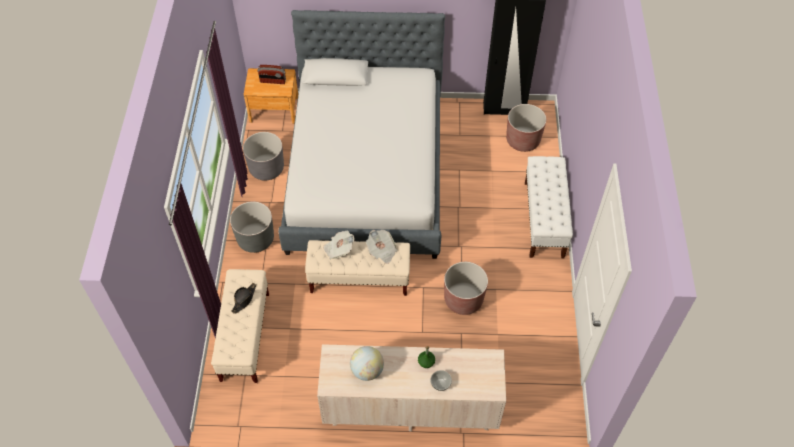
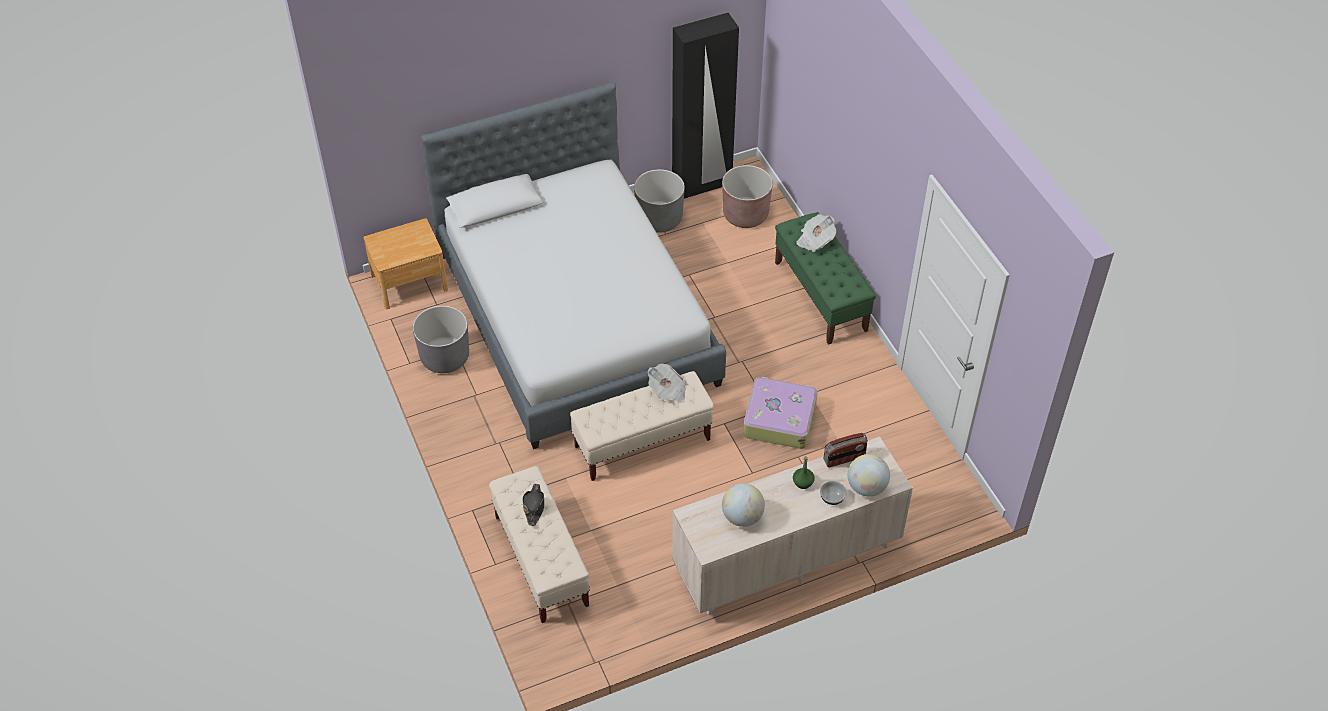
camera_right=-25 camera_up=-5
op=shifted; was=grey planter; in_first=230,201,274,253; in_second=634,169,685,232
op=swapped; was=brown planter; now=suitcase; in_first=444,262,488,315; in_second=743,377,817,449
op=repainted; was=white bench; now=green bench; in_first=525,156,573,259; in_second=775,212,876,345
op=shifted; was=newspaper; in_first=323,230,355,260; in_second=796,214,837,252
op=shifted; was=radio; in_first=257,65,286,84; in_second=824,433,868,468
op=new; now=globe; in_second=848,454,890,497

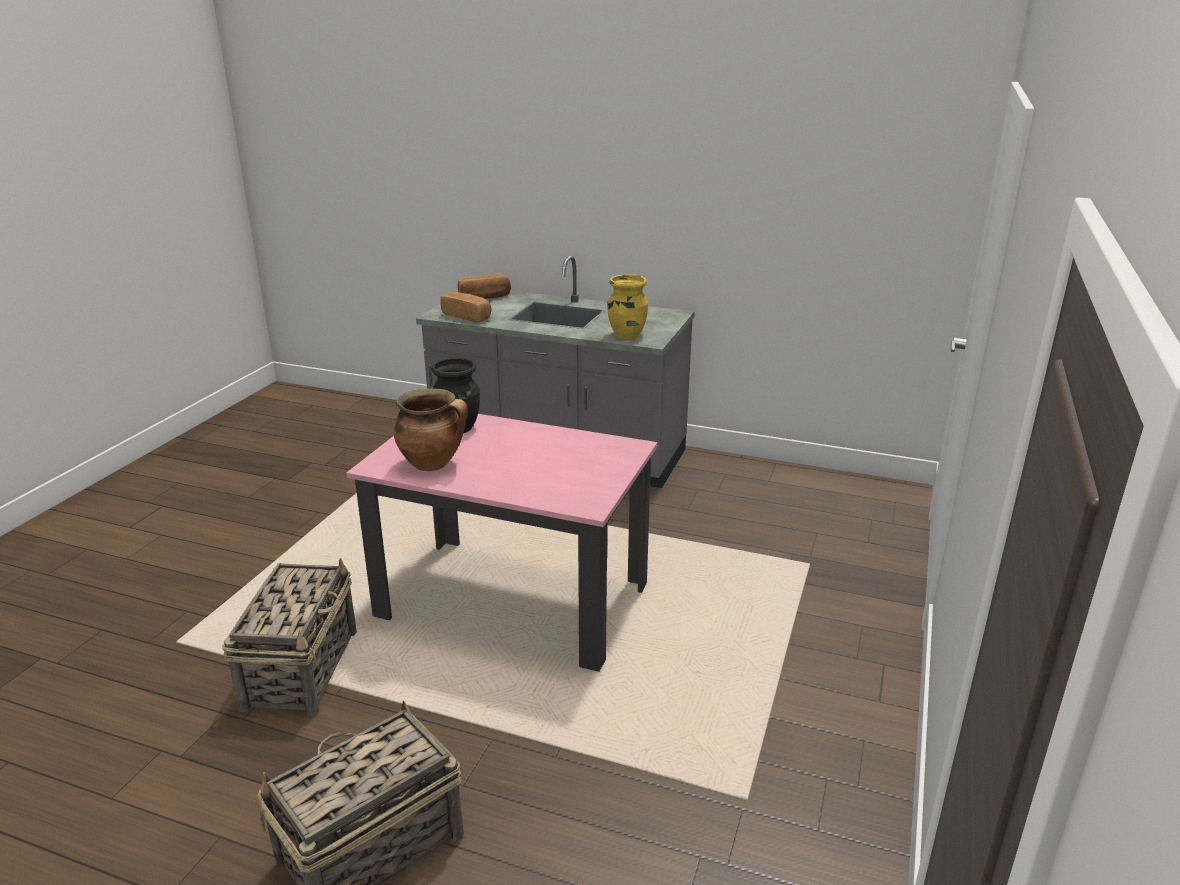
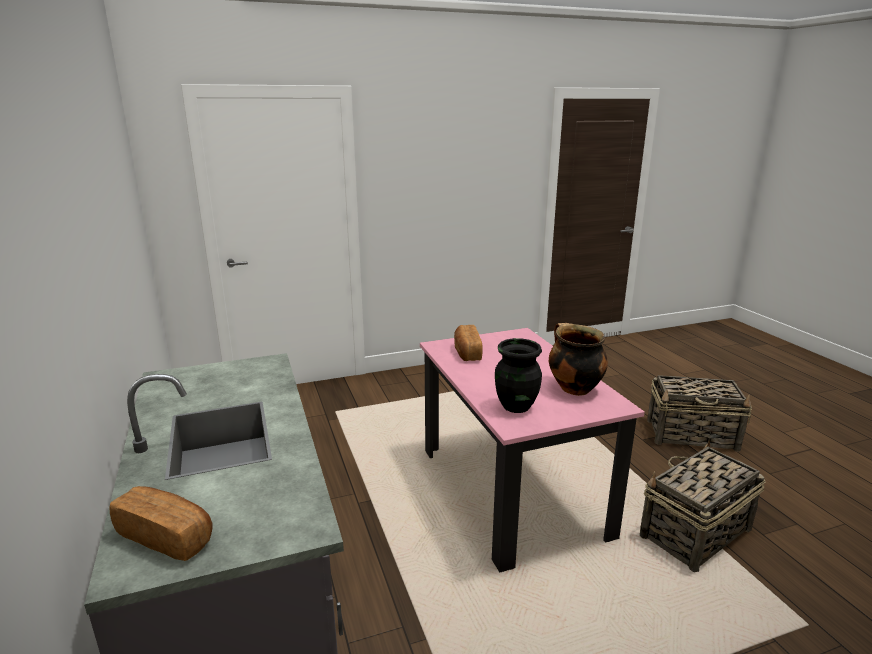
camera_right=-130 camera_up=-5
op=shifted; was=bread; in_first=440,291,491,323; in_second=454,325,483,361
op=gone; was=yellow vase; in_first=607,274,648,339

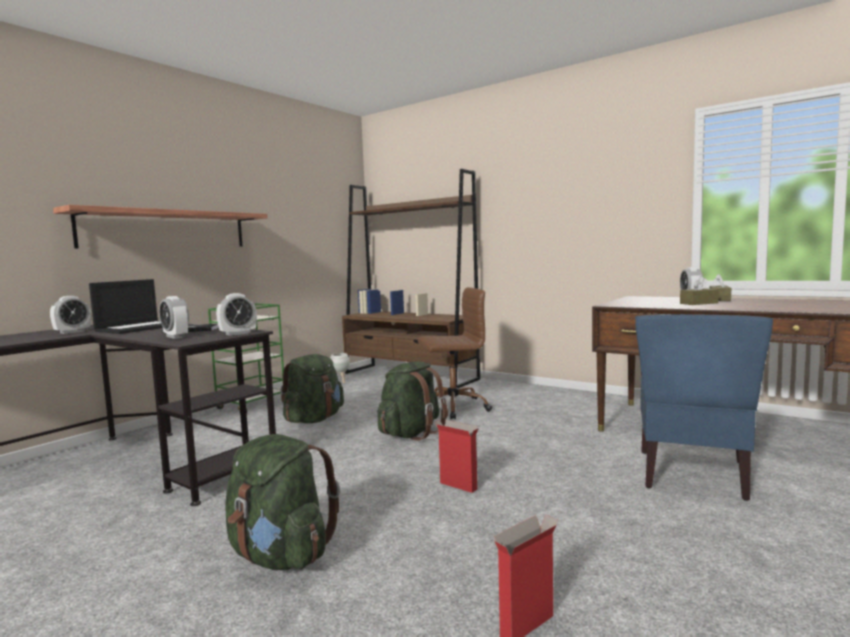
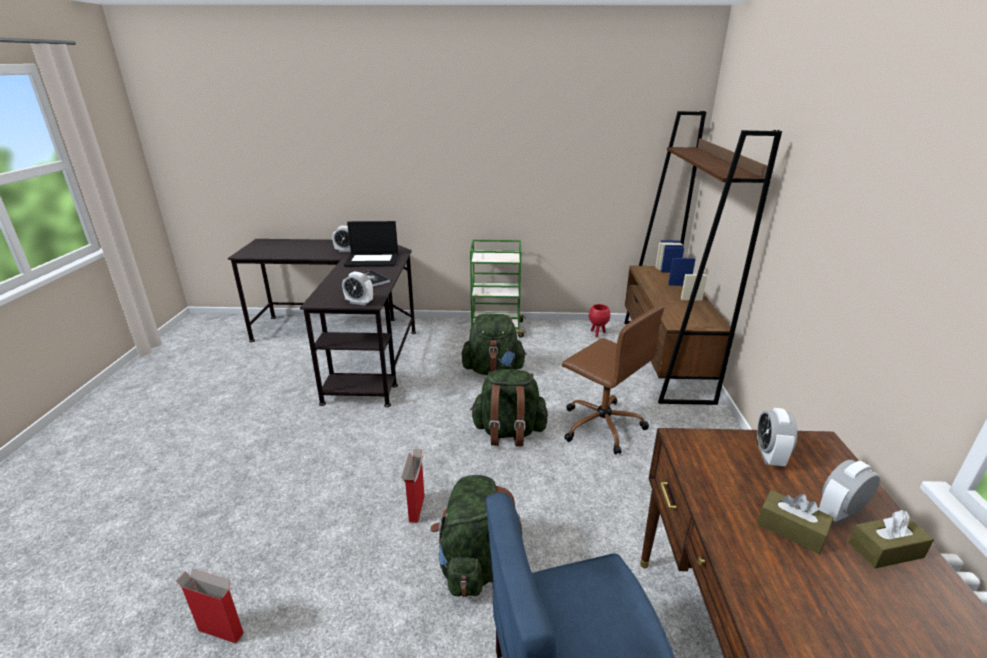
camera_right=55 camera_up=20
op=shifted; was=green backpack; in_first=225,434,340,570; in_second=430,475,522,597
op=repainted; was=white planter; now=red planter; in_first=330,353,350,383; in_second=589,304,610,337
op=shifted; was=alarm clock; in_first=159,296,189,339; in_second=757,408,797,466
op=gone; was=shelf; in_first=53,205,268,249

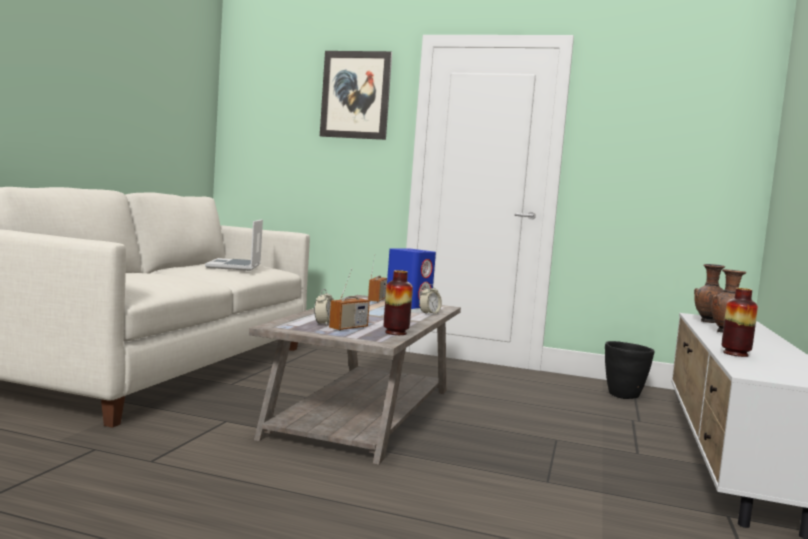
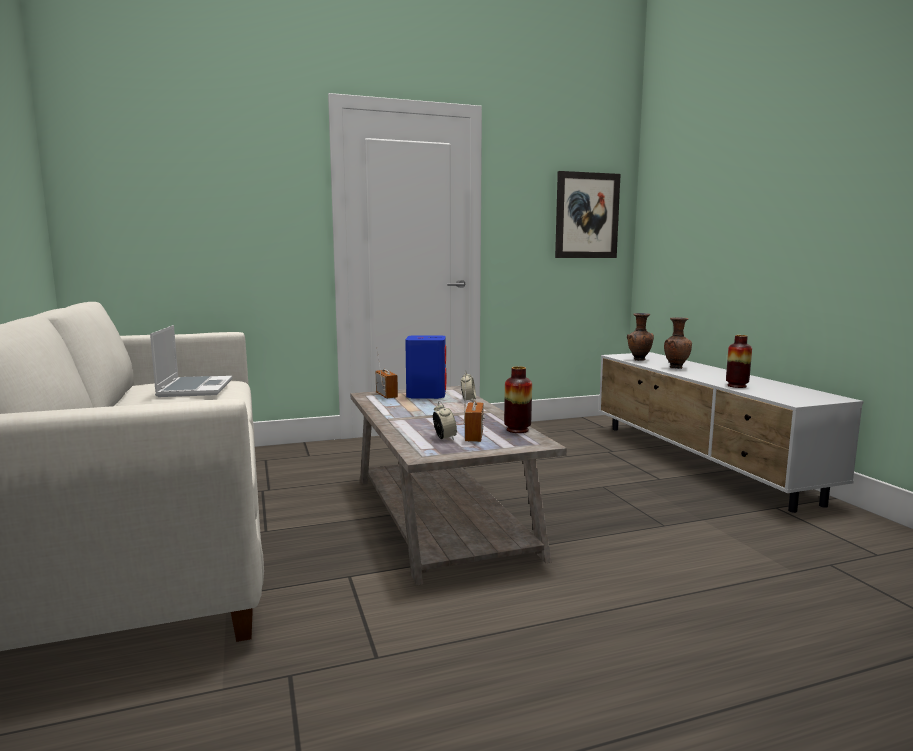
camera_right=-35 camera_up=5
op=rotated; was=laptop; in_first=205,219,263,271; in_second=150,325,232,397; clockwise=-150
op=shifted; was=picture; in_first=320,51,392,140; in_second=555,171,621,258
op=gone; was=black planter; in_first=605,341,655,399

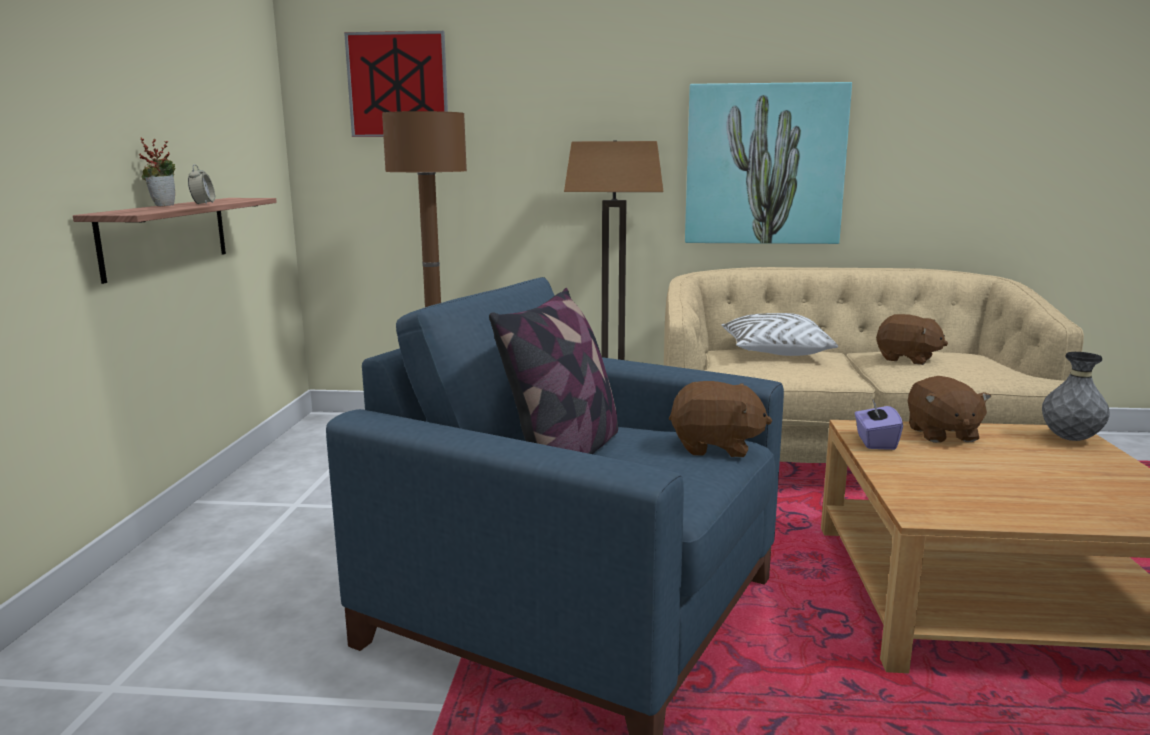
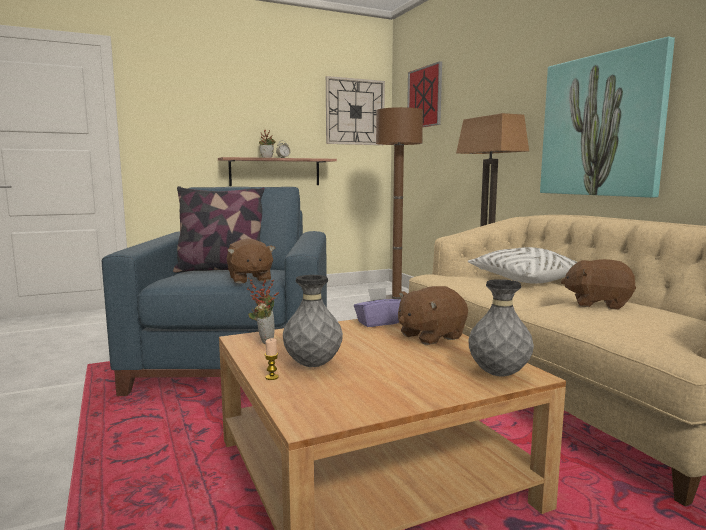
camera_right=60 camera_up=-5
op=new; now=potted plant; in_second=247,278,279,344
op=new; now=candle; in_second=265,338,279,380
op=new; now=grey vase; in_second=283,275,343,367
op=new; now=wall clock; in_second=326,76,385,145
op=rotated; was=brown plush toy; in_first=876,314,948,365; in_second=561,259,636,310; clockwise=105

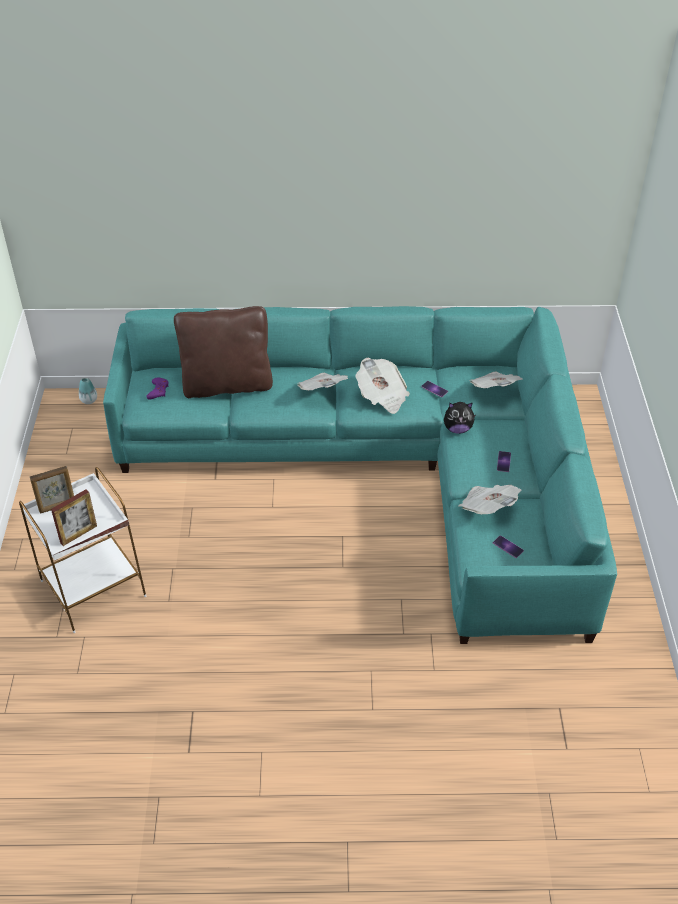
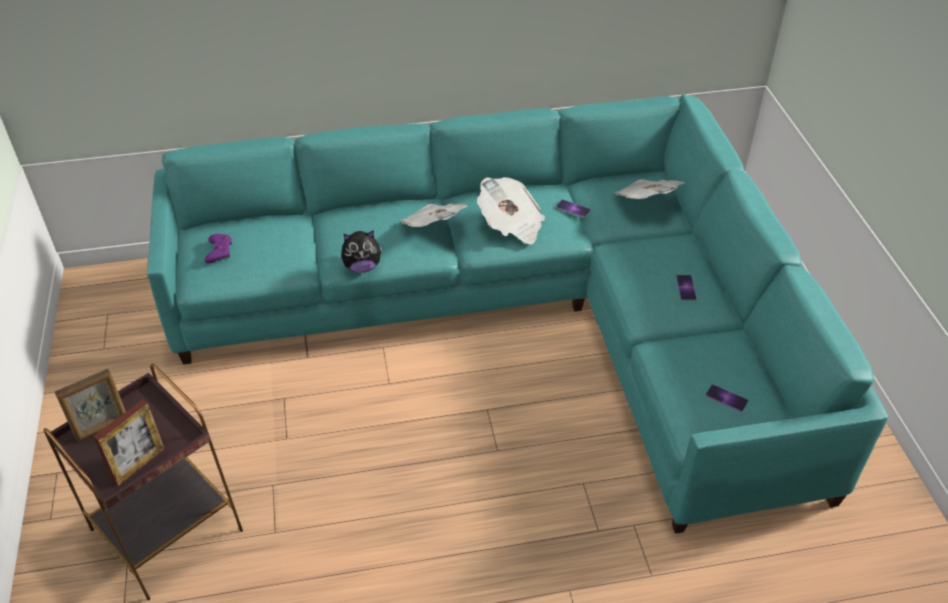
camera_right=-10 camera_up=0
op=repainted; was=white side table; now=brown side table; in_first=19,467,147,633; in_second=44,364,243,600
op=shifted; was=plush toy; in_first=444,402,476,434; in_second=341,230,383,273
op=gone; was=vase; in_first=79,378,97,404
op=gone; was=brown pillow; in_first=174,306,273,398
op=gone; was=newspaper; in_first=459,485,522,514

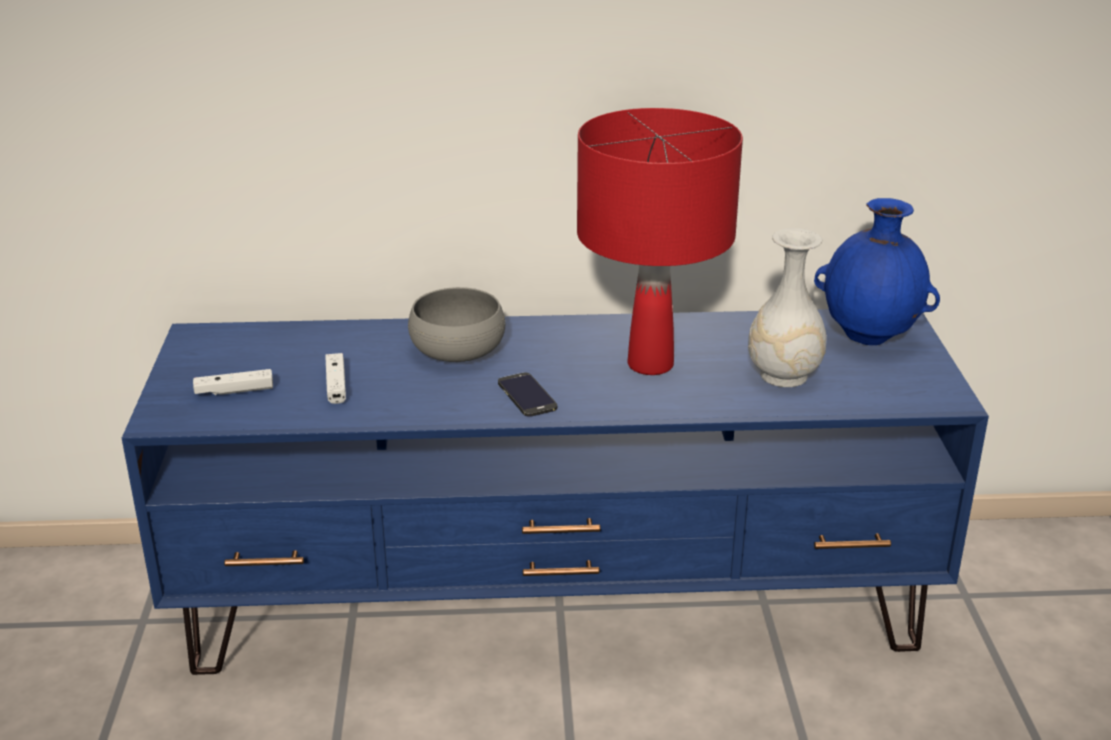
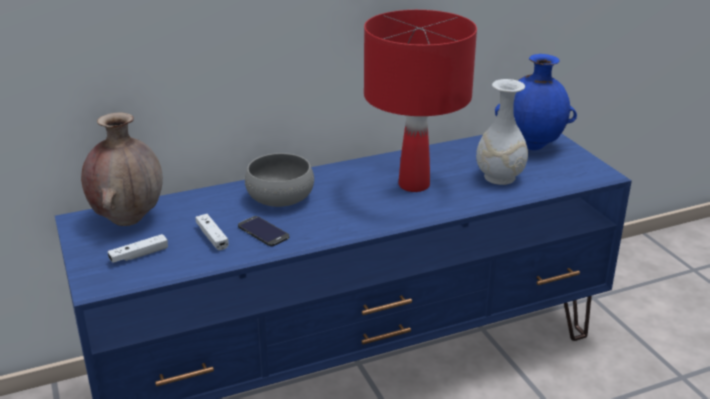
camera_right=-20 camera_up=0
op=new; now=brown vase; in_second=81,113,163,226
op=shifted; was=phone; in_first=498,373,557,417; in_second=238,216,289,246

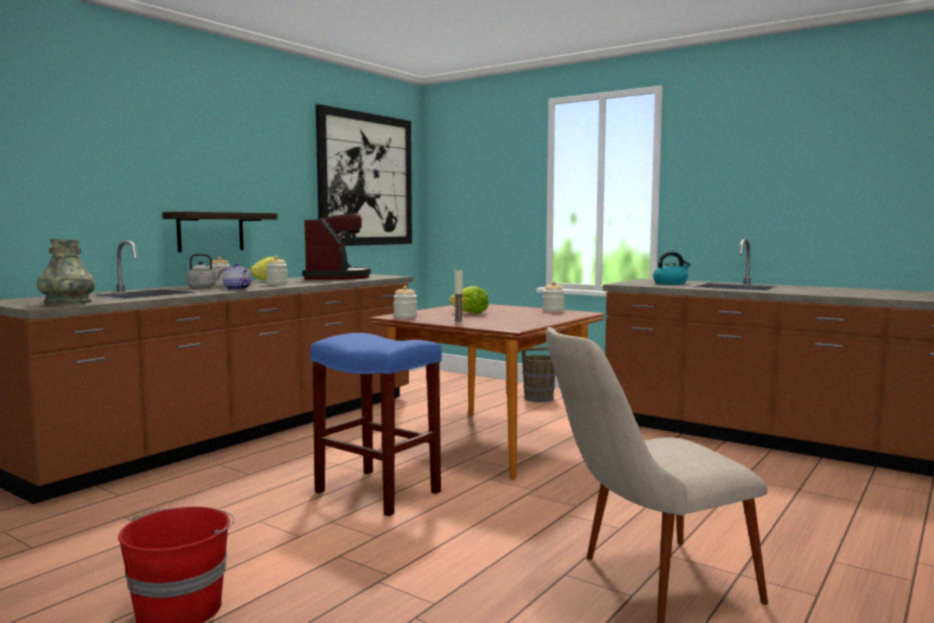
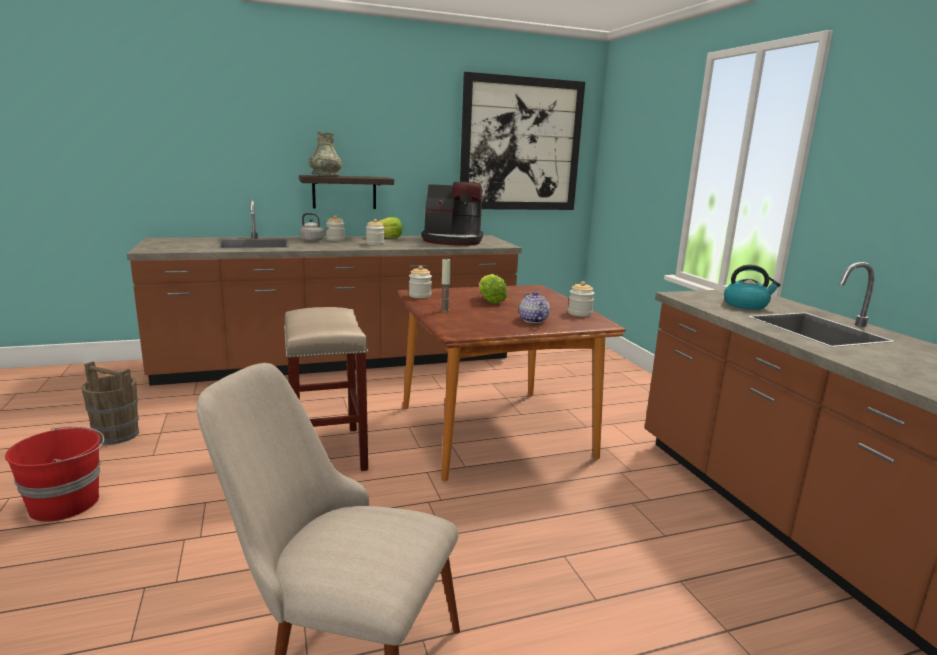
camera_right=35 camera_up=10
op=shifted; was=brown bucket; in_first=522,347,556,402; in_second=82,361,139,445
op=repainted; was=blue stool; now=beige stool; in_first=310,333,442,516; in_second=284,307,368,471
op=shifted; was=grey vase; in_first=37,239,95,303; in_second=308,132,342,176
op=rotated; was=coffee machine; in_first=302,213,371,280; in_second=422,182,483,246; clockwise=60
op=shifted; was=teapot; in_first=223,263,252,290; in_second=519,292,550,323

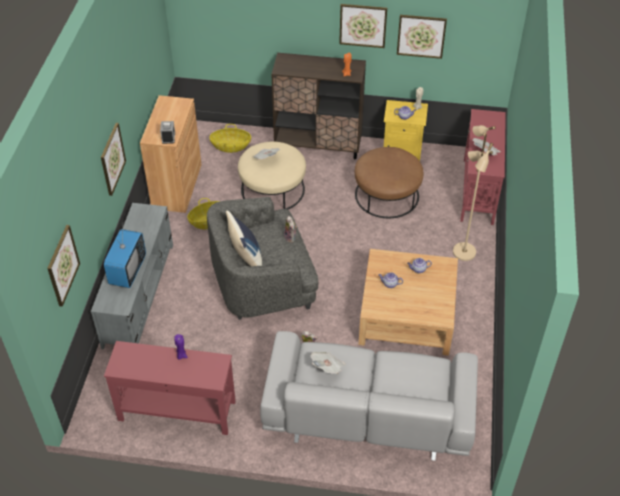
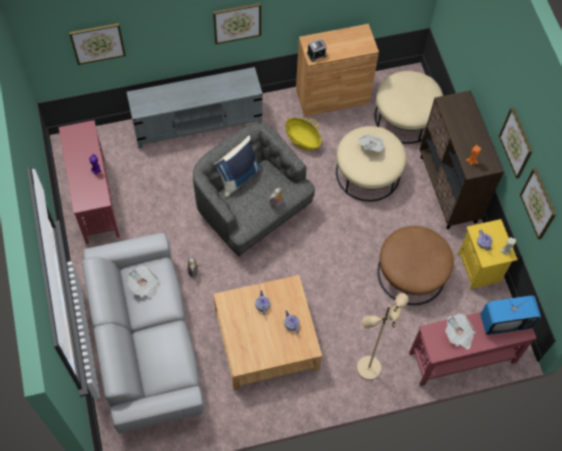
camera_right=65 camera_up=15
op=swapped; was=basket; now=beige ottoman; in_first=209,124,251,153; in_second=374,71,443,144
op=shifted; was=television; in_first=104,229,146,288; in_second=481,296,541,335

